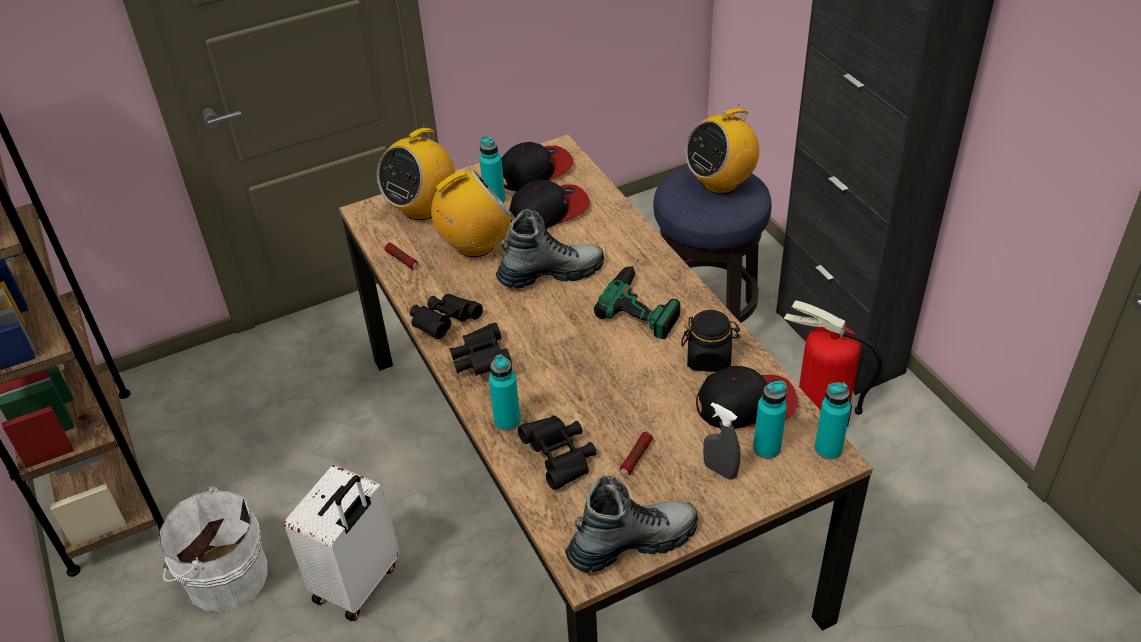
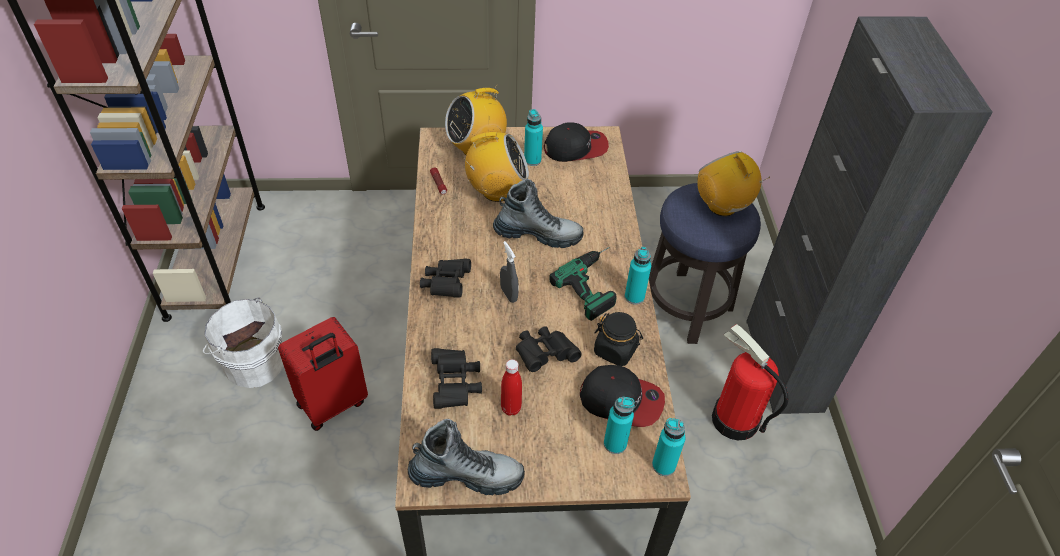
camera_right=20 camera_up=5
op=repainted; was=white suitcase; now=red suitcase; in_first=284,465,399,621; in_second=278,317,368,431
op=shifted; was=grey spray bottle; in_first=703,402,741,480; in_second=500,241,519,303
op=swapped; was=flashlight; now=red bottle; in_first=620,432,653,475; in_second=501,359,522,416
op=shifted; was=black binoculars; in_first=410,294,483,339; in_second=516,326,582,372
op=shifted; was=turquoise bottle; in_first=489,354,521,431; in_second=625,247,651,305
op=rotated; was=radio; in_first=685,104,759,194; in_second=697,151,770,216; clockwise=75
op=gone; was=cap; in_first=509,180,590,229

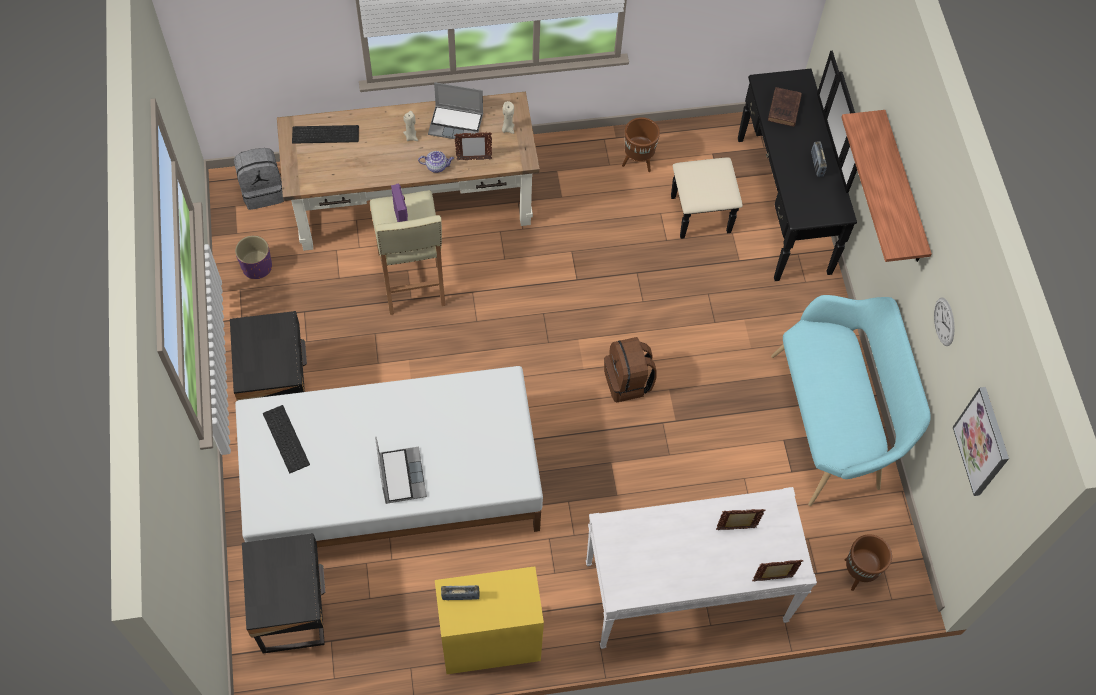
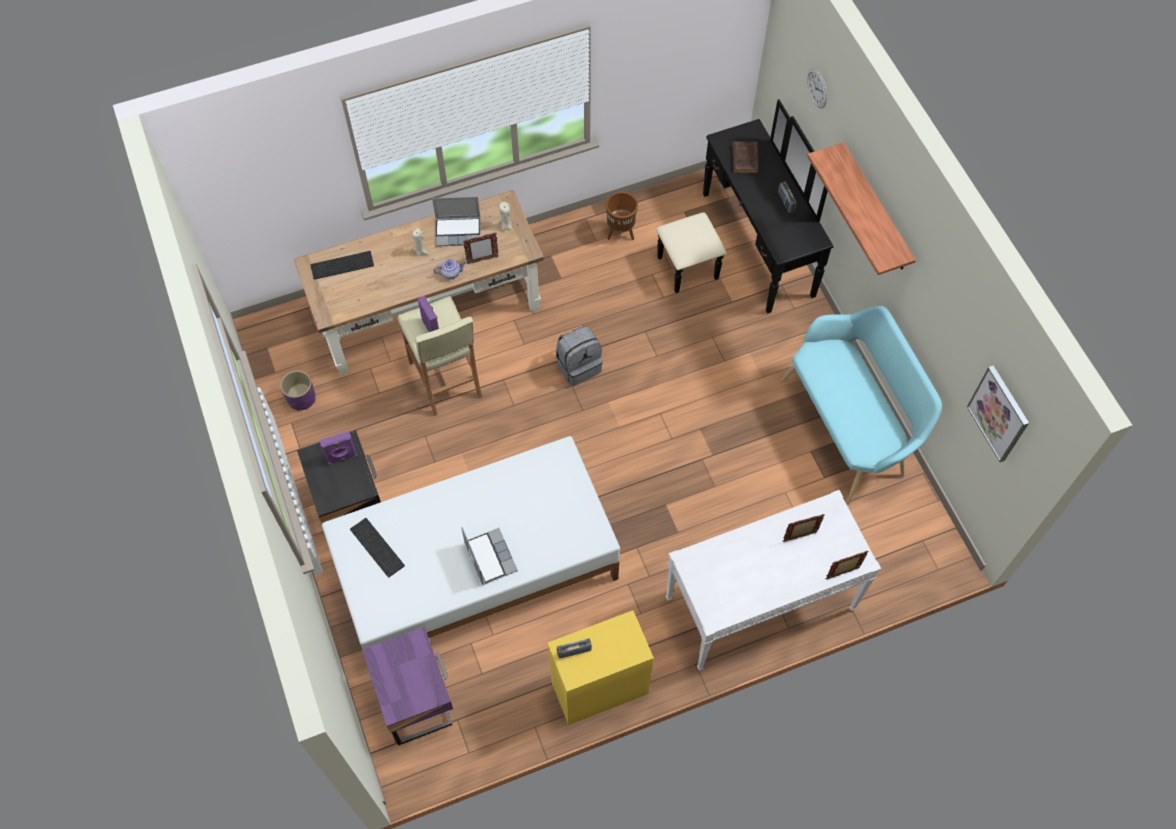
camera_right=-10 camera_up=0
op=new; now=purple speaker; in_second=320,431,357,465
op=repainted; was=black nightstand; now=purple nightstand; in_first=242,533,325,653; in_second=362,626,453,746
op=shifted; was=grey backpack; in_first=234,148,284,210; in_second=556,327,603,386
op=shifted; was=wall clock; in_first=934,297,955,346; in_second=807,68,827,108
op=gone; was=brown backpack; in_first=604,337,656,402
op=gone; was=brown planter; in_first=845,534,892,591

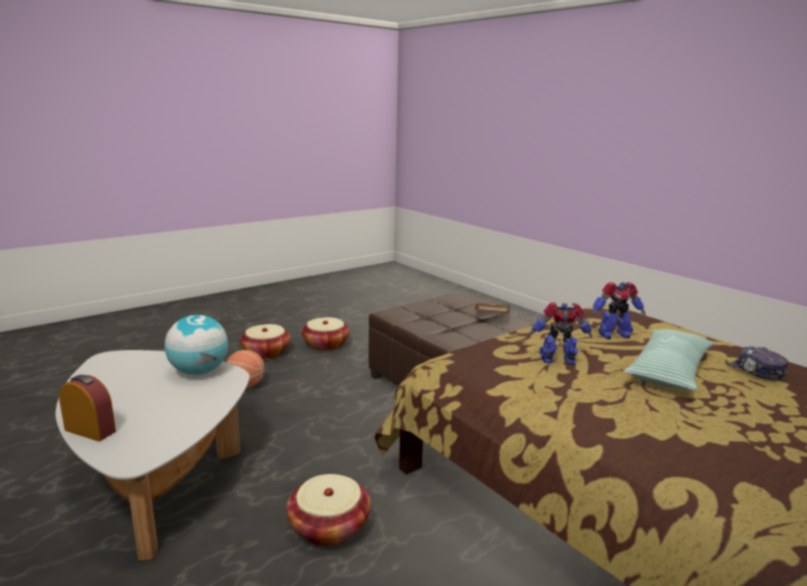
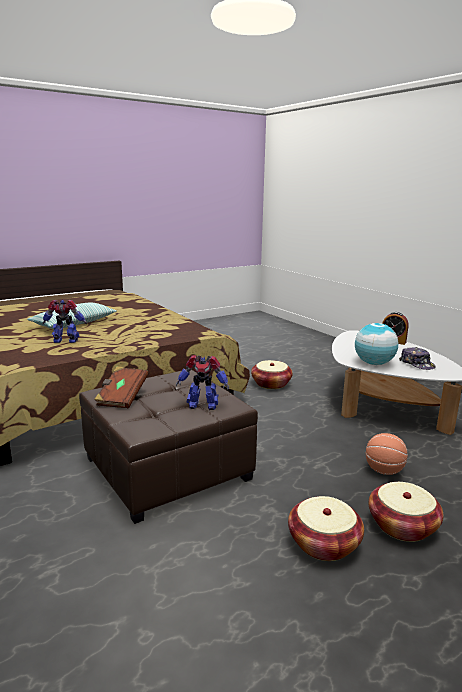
camera_right=-175 camera_up=0
op=shifted; was=toy robot; in_first=529,302,592,364; in_second=176,355,229,410
op=shifted; was=cap; in_first=725,346,788,381; in_second=399,347,436,370

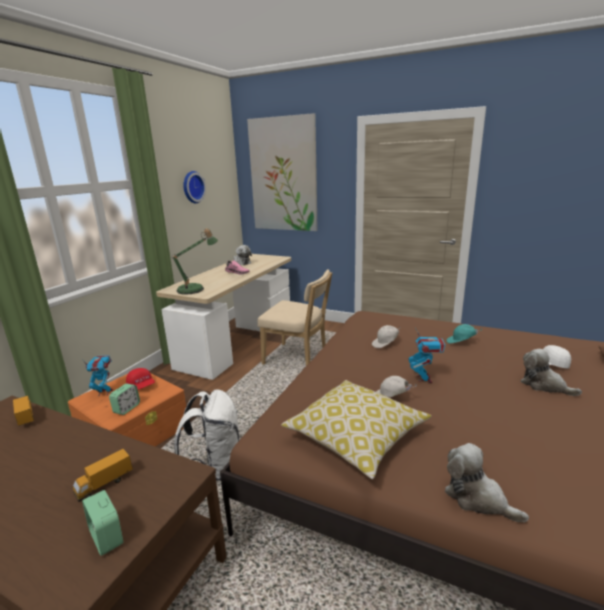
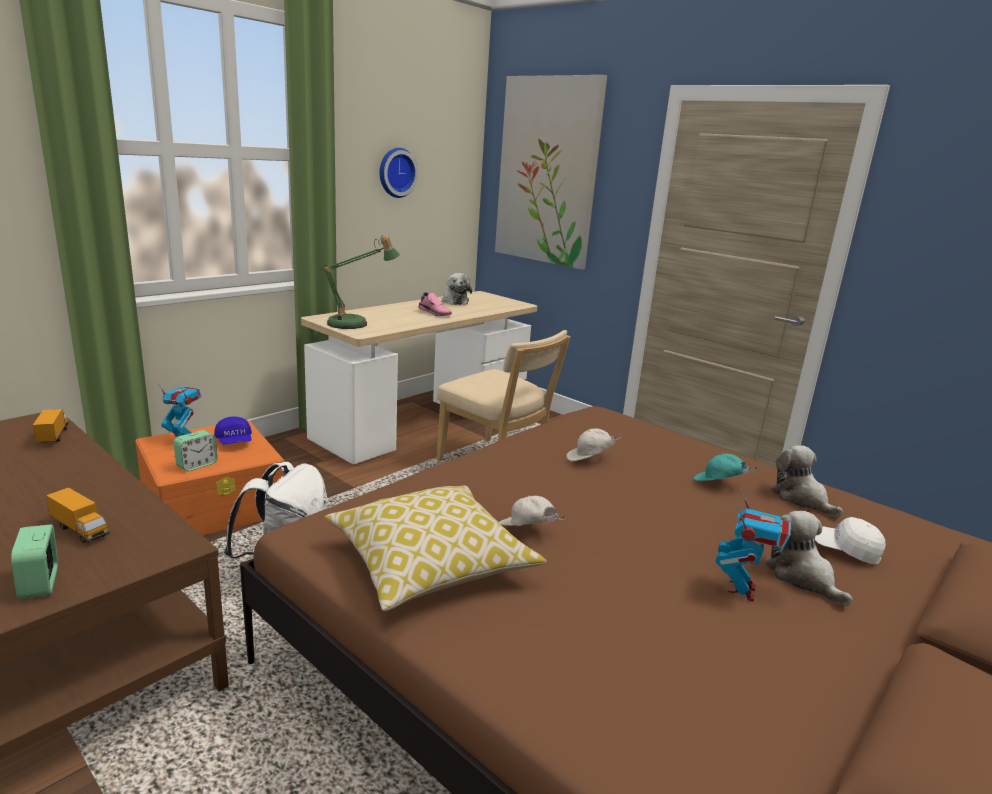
camera_right=15 camera_up=0
op=rotated; was=toy truck; in_first=73,448,133,502; in_second=46,487,110,543; clockwise=-120
op=repainted; was=red cap; now=blue cap; in_first=126,368,155,390; in_second=214,416,252,445
op=shifted; was=toy robot; in_first=408,328,445,383; in_second=716,489,792,602
op=shifted; was=plush toy; in_first=445,443,529,522; in_second=770,445,843,517

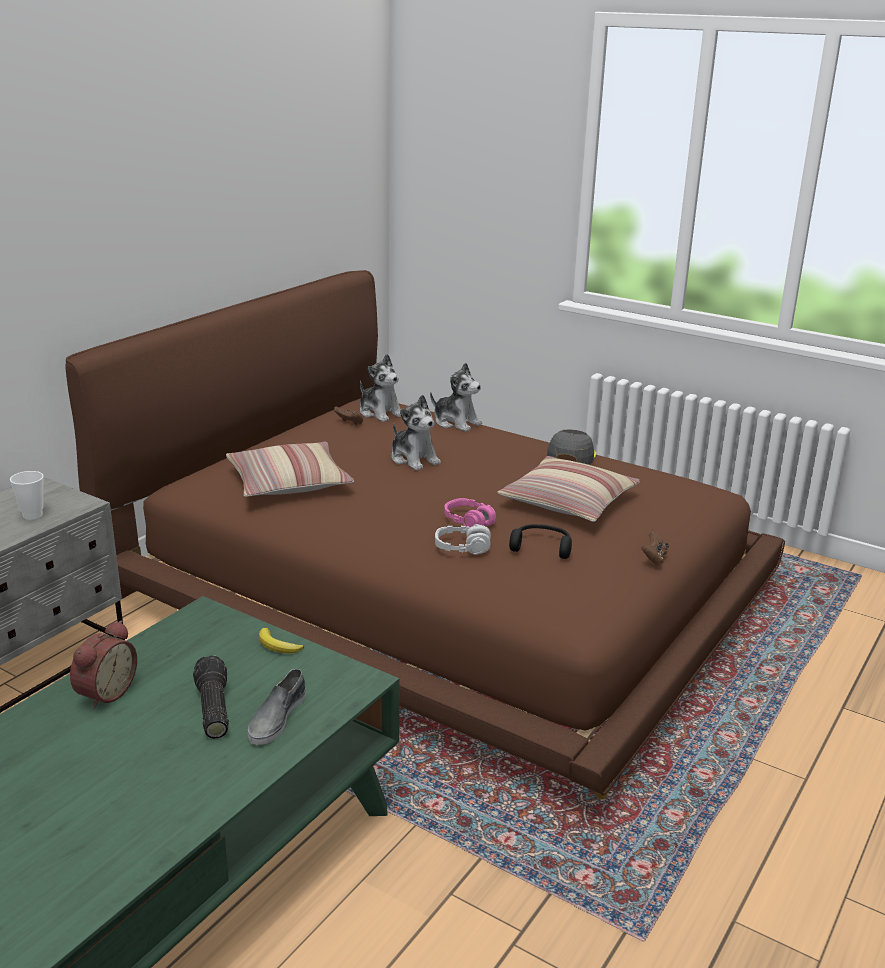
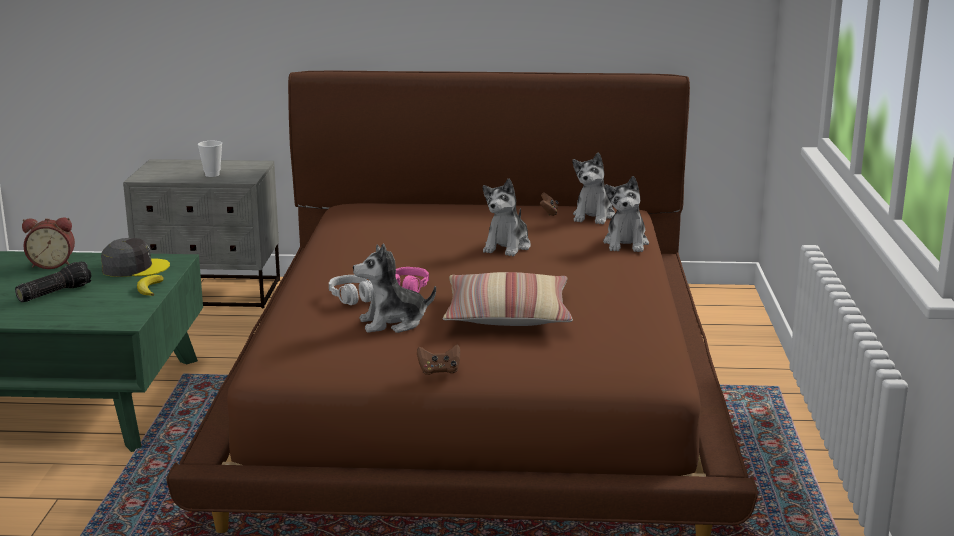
camera_right=60 camera_up=-5
op=shifted; was=grey cap; in_first=547,429,596,465; in_second=101,238,170,277
op=swapped; was=black headphones; now=plush toy; in_first=509,524,572,559; in_second=353,244,436,333
op=gone; was=pillow; in_first=226,442,354,497
op=gone; was=grey shoe; in_first=247,669,306,745

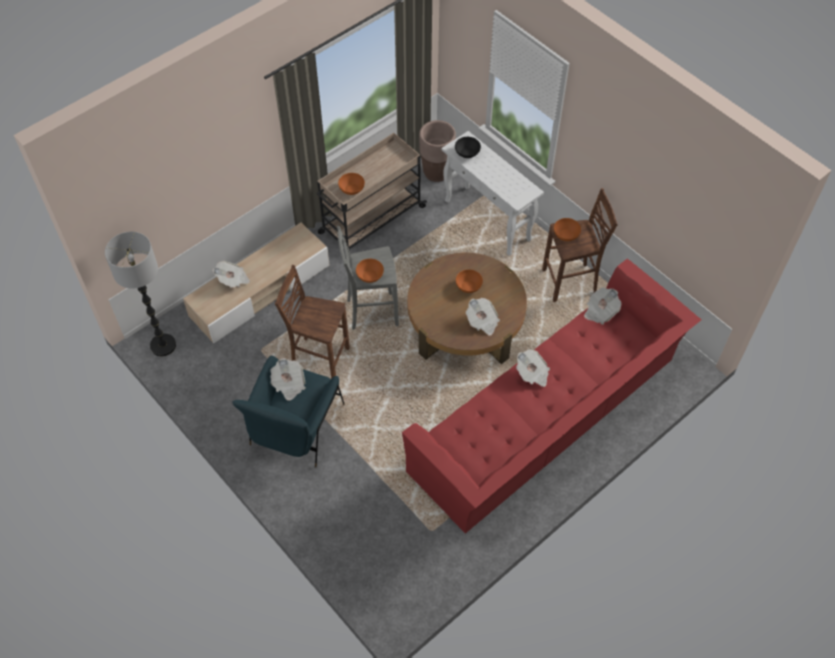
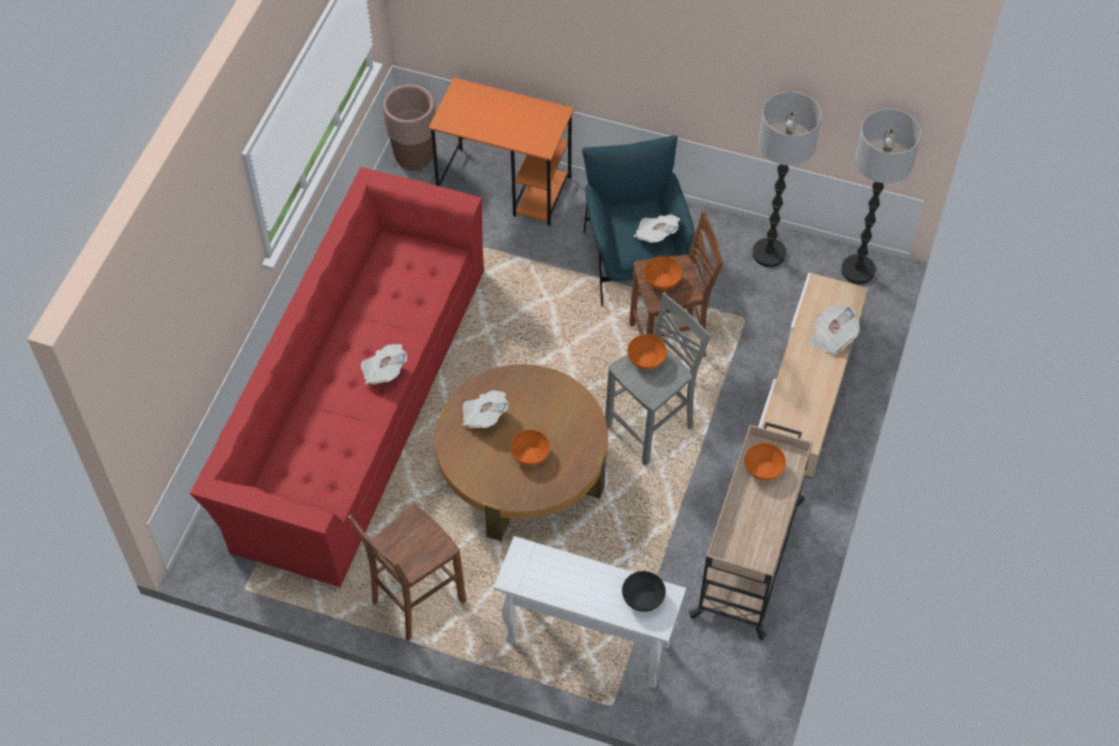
camera_right=150 camera_up=0
op=shifted; was=brown planter; in_first=419,120,456,182; in_second=383,84,435,171
op=new; now=orange desk; in_second=428,78,574,226
op=shifted; was=orange bowl; in_first=554,218,581,241; in_second=644,256,682,290
op=new; now=floor lamp; in_second=752,92,822,267
op=gone; was=newspaper; in_first=584,288,621,325

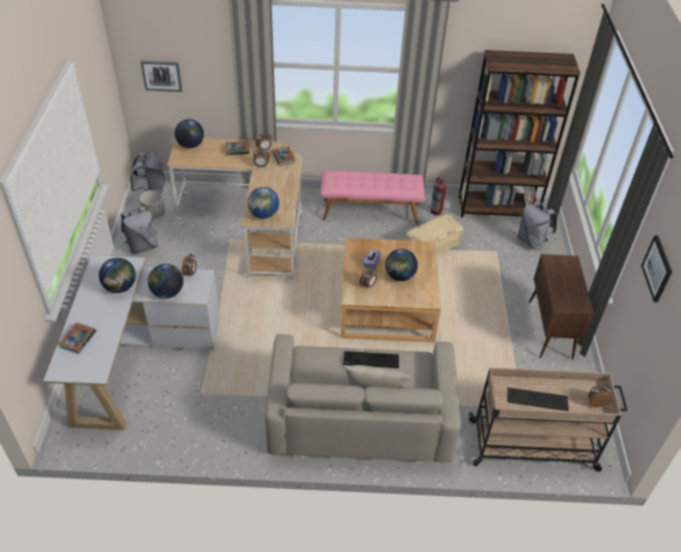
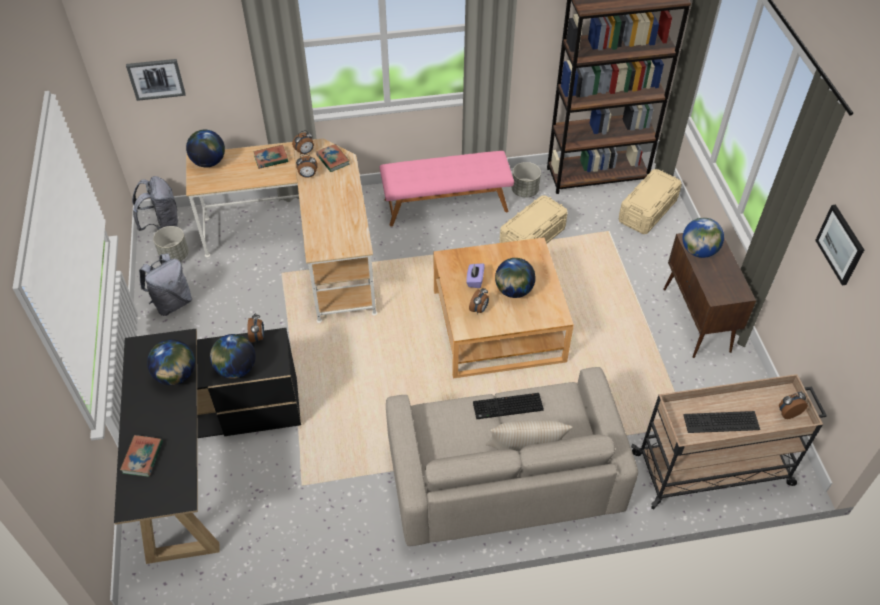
camera_right=-10 camera_up=5
op=repainted; was=white desk; now=black desk; in_first=43,255,220,430; in_second=114,328,301,564
op=swapped; was=fire extinguisher; now=grey planter; in_first=430,176,447,215; in_second=512,162,541,197
op=swapped; was=grey backpack; now=beige storage box; in_first=517,202,557,250; in_second=619,169,682,234
op=shifted; was=globe; in_first=248,187,279,219; in_second=682,218,724,258

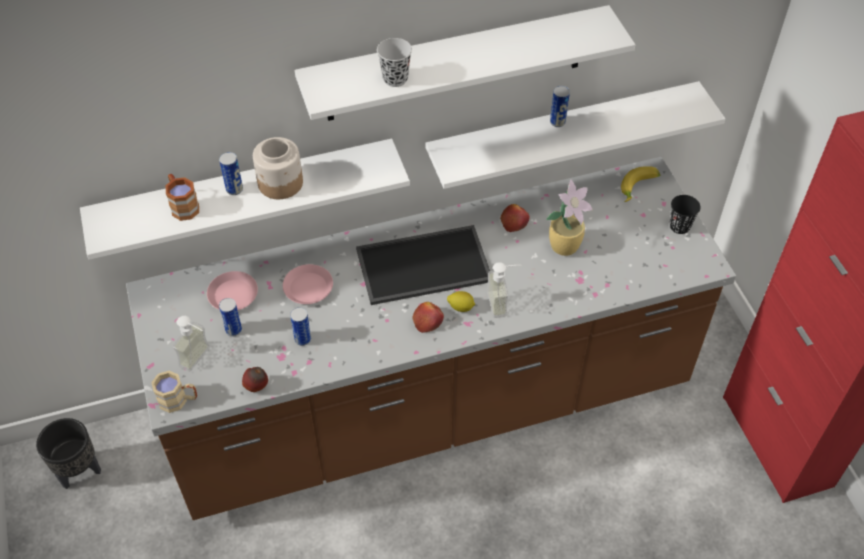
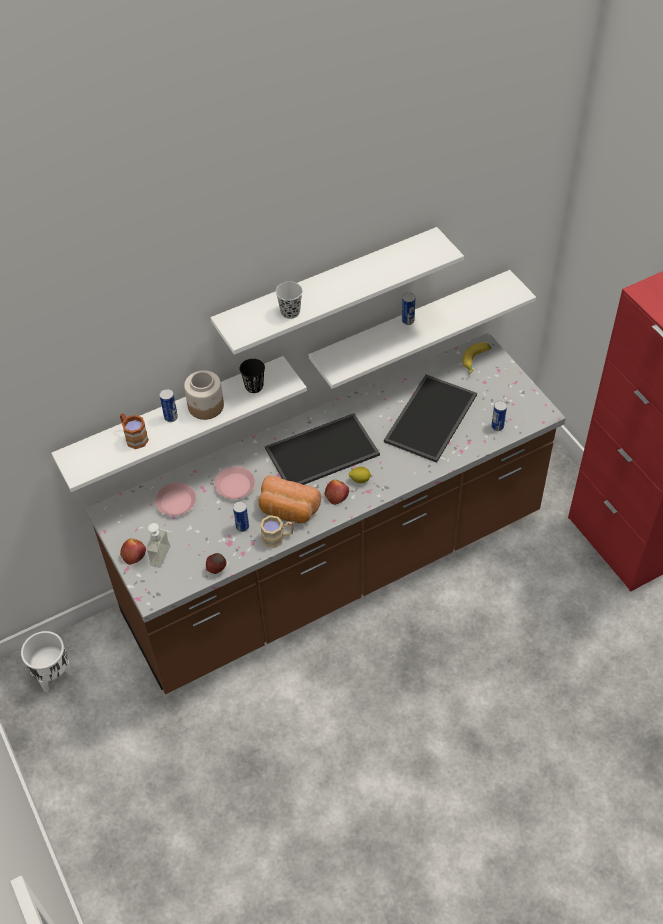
camera_right=-10 camera_up=0
op=repainted; was=black planter; now=white planter; in_first=36,418,101,489; in_second=21,631,72,692
op=shifted; was=apple; in_first=500,204,530,232; in_second=120,538,146,565
op=shifted; was=black cup; in_first=670,195,701,234; in_second=240,359,265,393
op=new; now=bread; in_second=259,475,321,523
op=shifted; was=beige mug; in_first=151,371,197,413; in_second=260,515,293,548
op=swapped; was=potted plant; now=tray; in_first=546,179,593,256; in_second=384,375,477,463
op=shifted; was=can; in_first=219,298,242,336; in_second=491,401,507,431
op=gone; was=soap dispenser; in_first=487,262,522,318

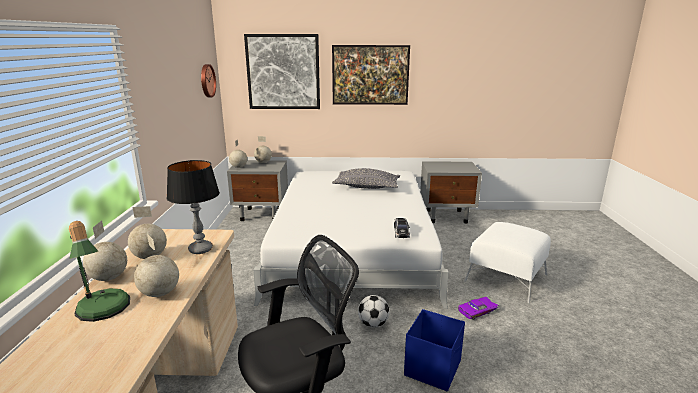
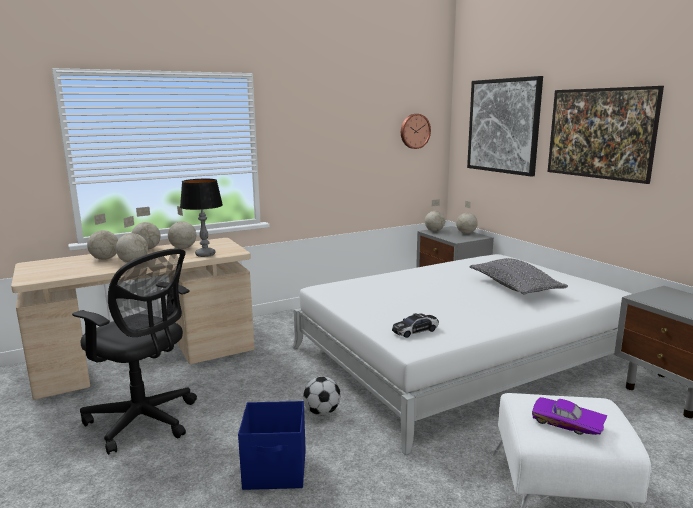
camera_right=60 camera_up=-5
op=swapped; was=table lamp; now=globe; in_first=69,221,130,322; in_second=87,213,118,260
op=shifted; was=purple toy car; in_first=458,297,499,320; in_second=532,397,607,435

